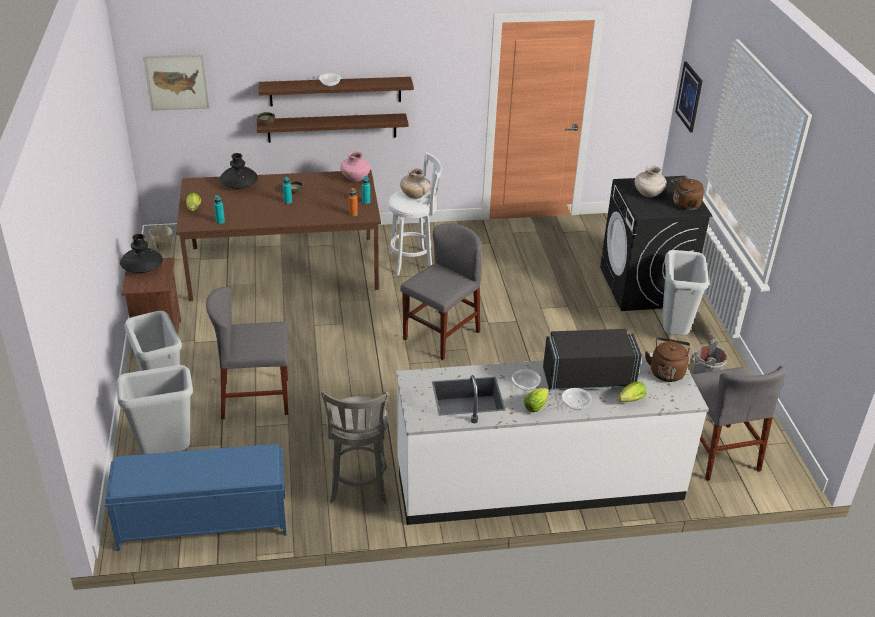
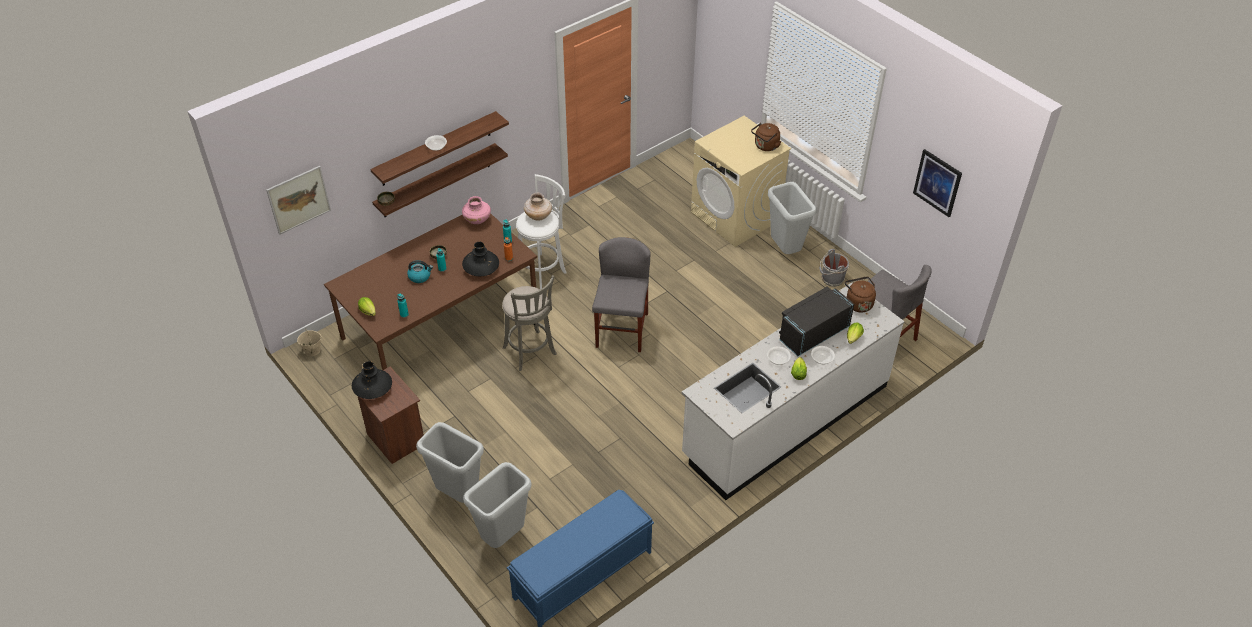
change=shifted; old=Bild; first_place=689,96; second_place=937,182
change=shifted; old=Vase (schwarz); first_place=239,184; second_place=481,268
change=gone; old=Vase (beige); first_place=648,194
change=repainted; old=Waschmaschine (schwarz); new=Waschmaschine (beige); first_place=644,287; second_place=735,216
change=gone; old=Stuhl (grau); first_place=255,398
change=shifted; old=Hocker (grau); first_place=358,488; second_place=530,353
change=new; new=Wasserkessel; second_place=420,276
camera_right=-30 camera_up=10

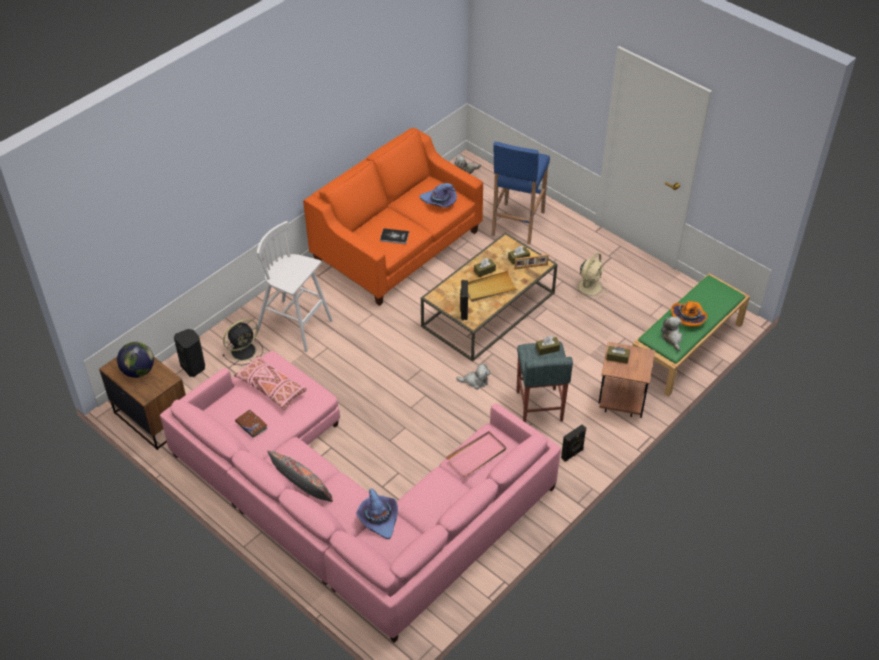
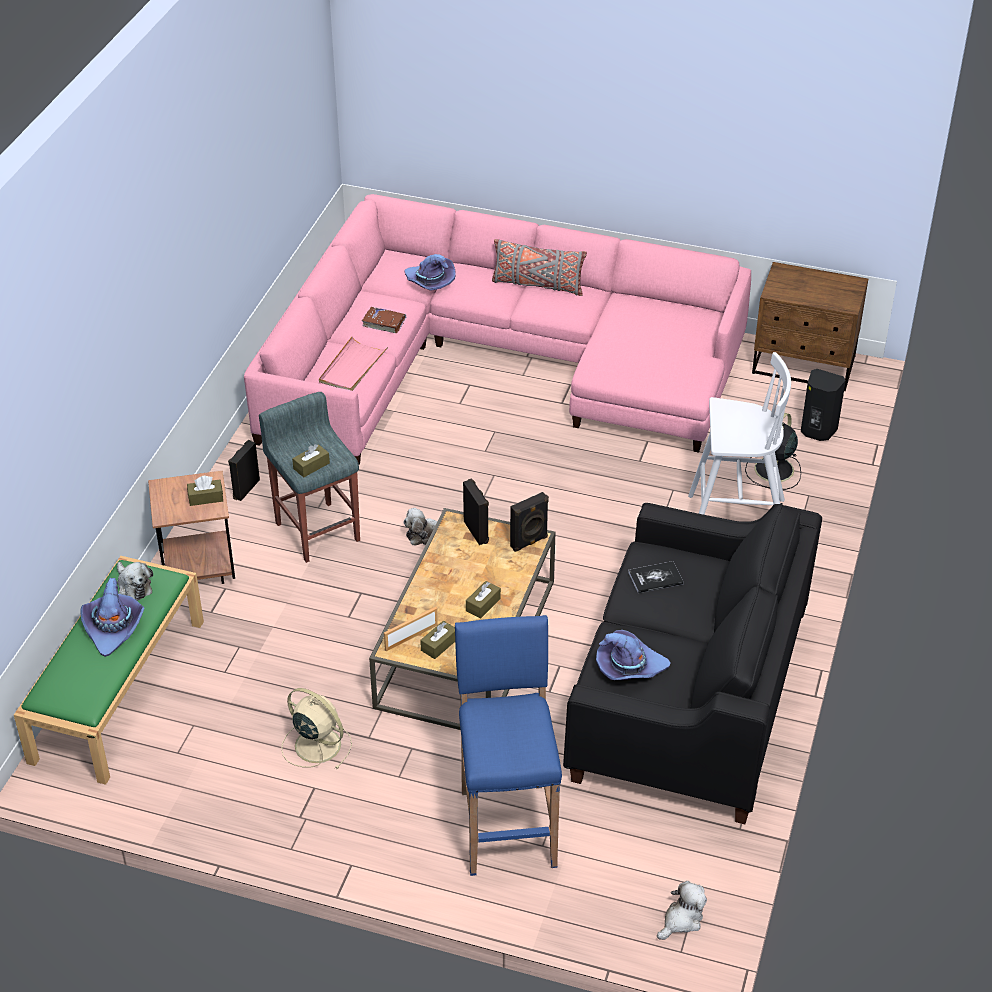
change=repainted; old=Sofa (orange); new=Sofa (schwarz); first_place=397,247; second_place=688,701
change=rotated; old=Ventilator (beige); first_place=590,286; second_place=316,744; degrees=120
change=gone; old=Tablett (beige); first_place=489,288
change=repainted; old=Hut (orange); new=Hut (lila); first_place=688,317; second_place=114,627
change=gone; old=Globus; first_place=139,371
change=gone; old=Kissen (rosa); first_place=271,388
change=shifted; old=Buch (braun); first_place=251,425; second_place=384,323
change=new; new=Lautsprecher (schwarz); second_place=529,542
camera_right=155 camera_up=-5

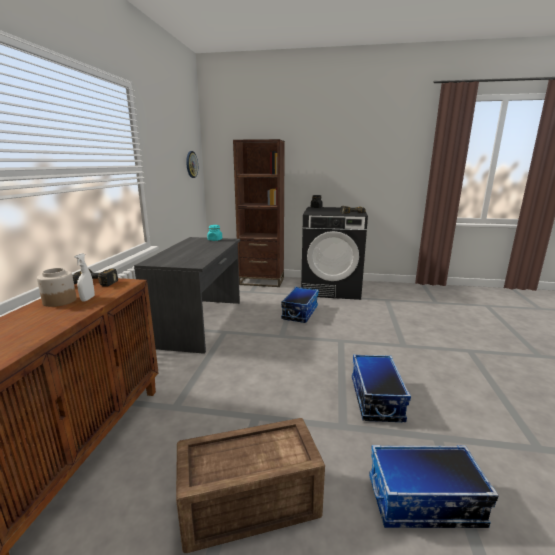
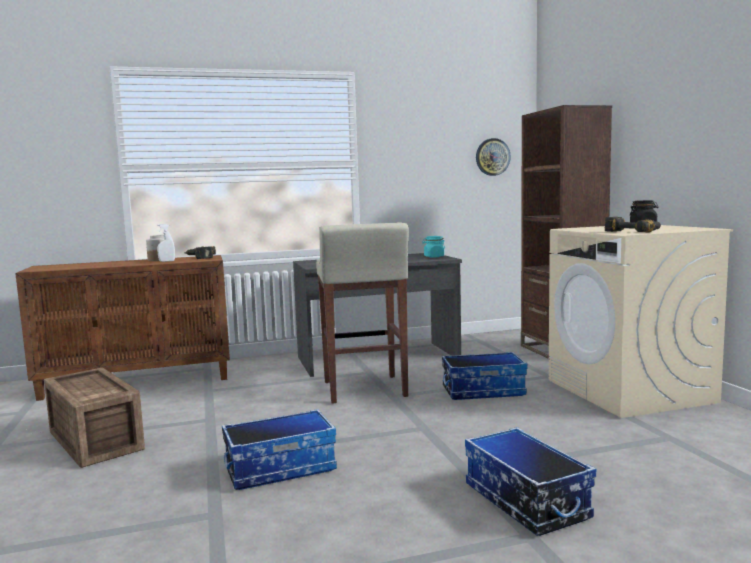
change=repainted; old=Waschmaschine (schwarz); new=Waschmaschine (beige); first_place=331,288; second_place=630,391
change=shifted; old=Aufbewahrungsbox; first_place=424,502; second_place=524,501
change=new; new=Hocker (beige); second_place=364,390
camera_right=65 camera_up=-10

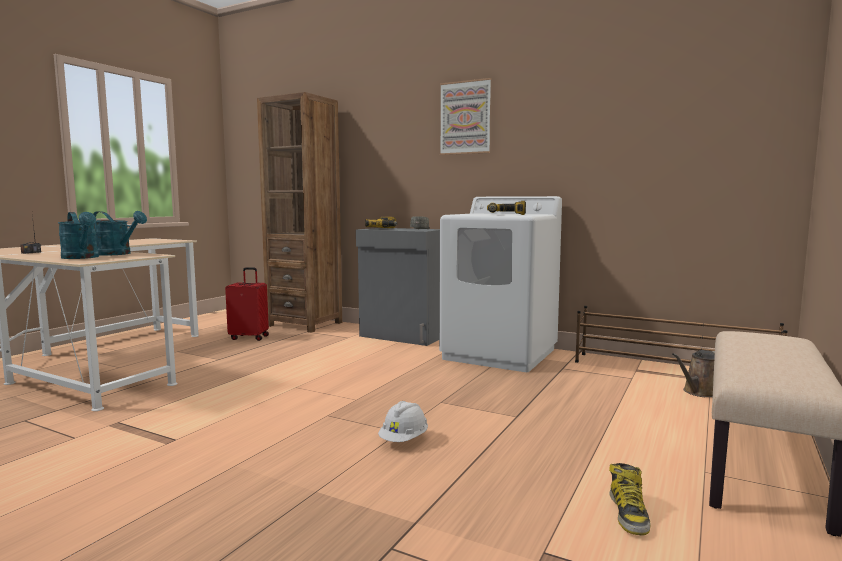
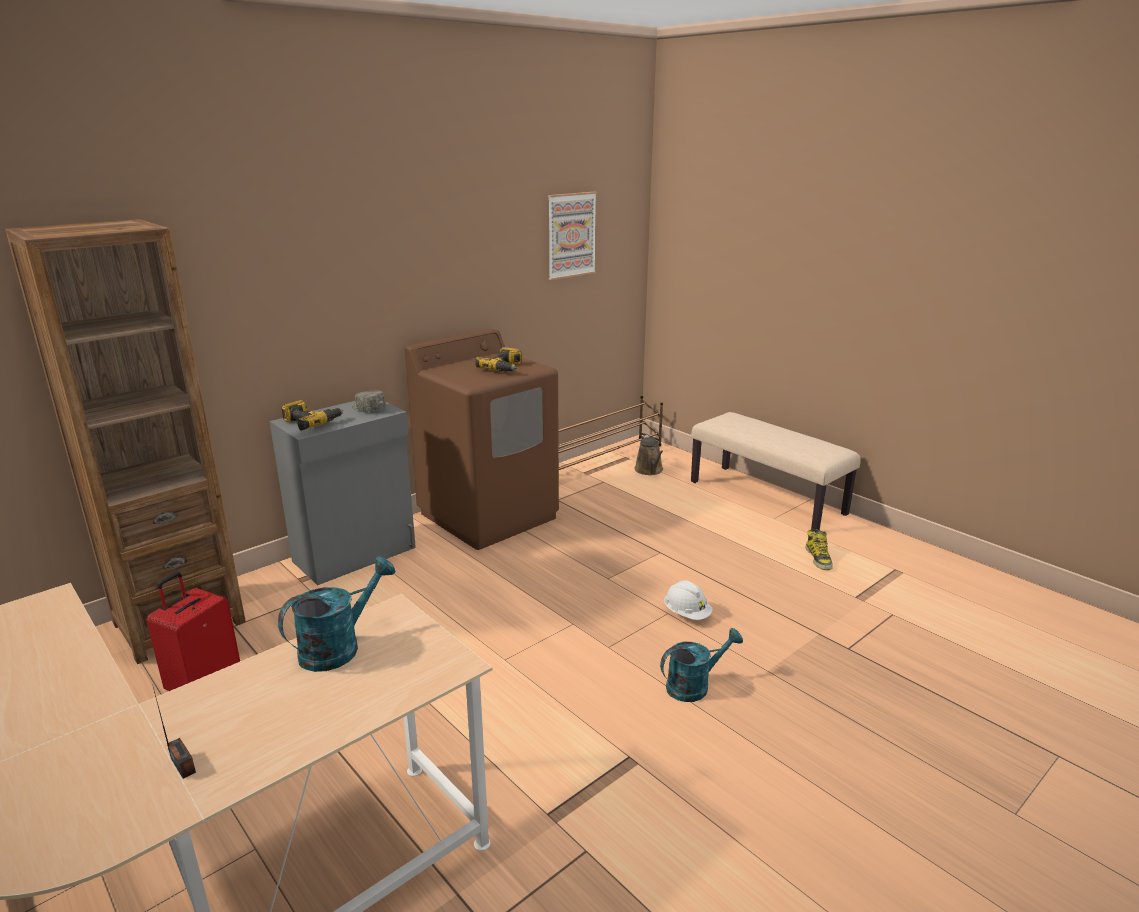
change=shifted; old=Bild; first_place=465,118; second_place=571,235
change=repainted; old=Waschmaschine (weiß); new=Waschmaschine (braun); first_place=500,354; second_place=489,515
change=shifted; old=Gießkanne (türkis); first_place=82,257; second_place=694,685
change=rotated; old=Stiefel; first_place=628,514; second_place=818,558; degrees=60
camera_right=-70 camera_up=15

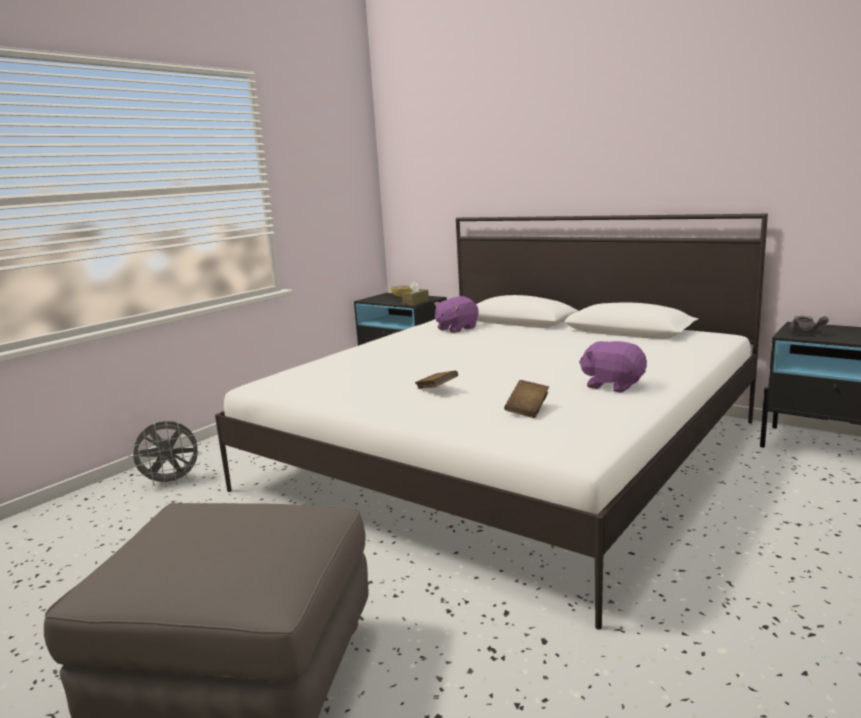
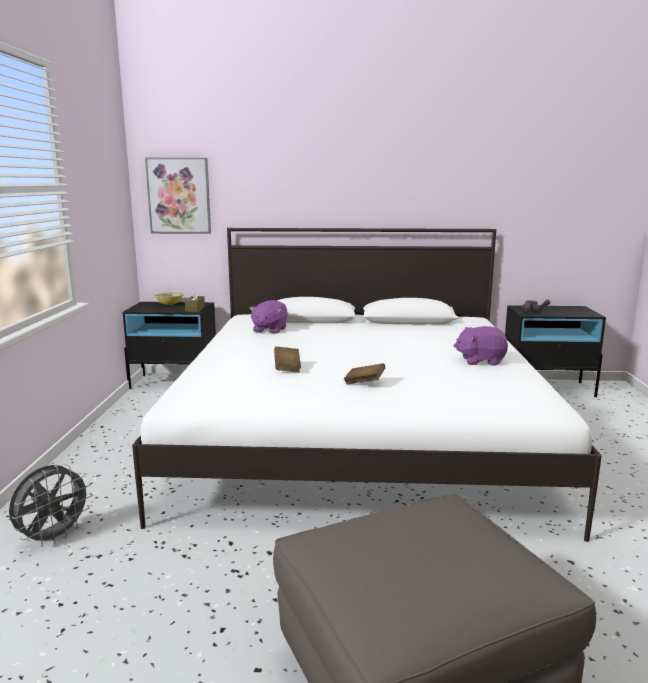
change=shifted; old=Buch (braun); first_place=527,410; second_place=287,368
change=new; new=Bild; second_place=179,196
camera_right=-35 camera_up=0

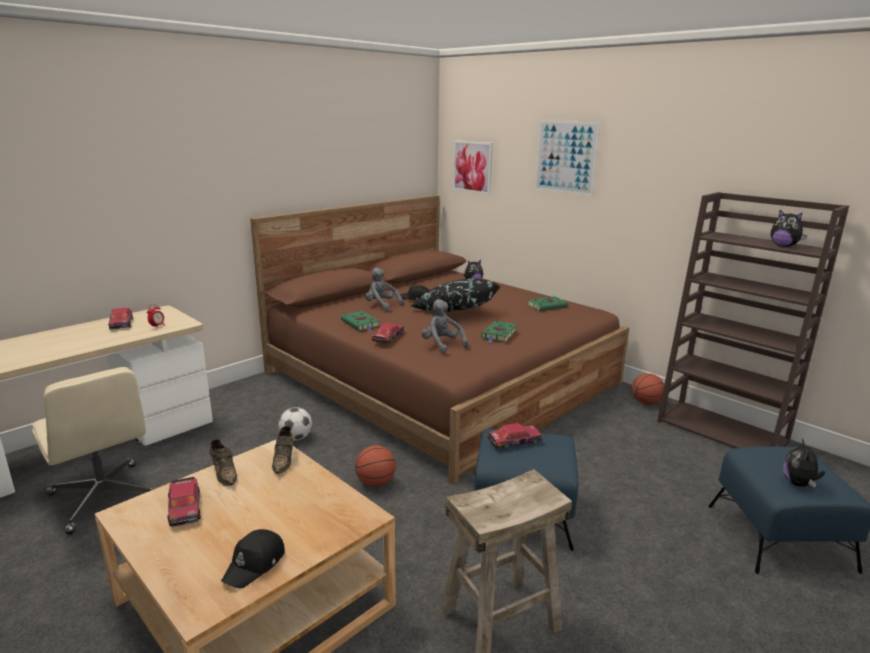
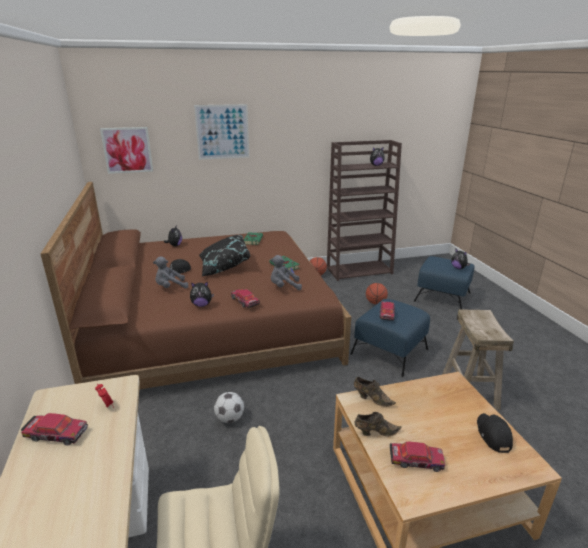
change=swapped; old=Buch (grün); new=Plüschtier; first_place=361,324; second_place=202,305
change=shifted; old=Basketball; first_place=375,483; second_place=375,303
change=rotated; old=Kappe (schwarz); first_place=255,564; second_place=492,435; degrees=-150
camera_right=-60 camera_up=5

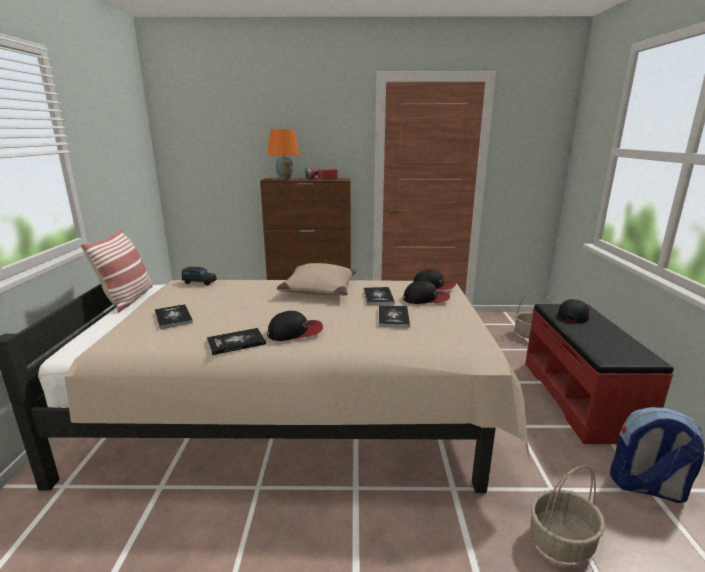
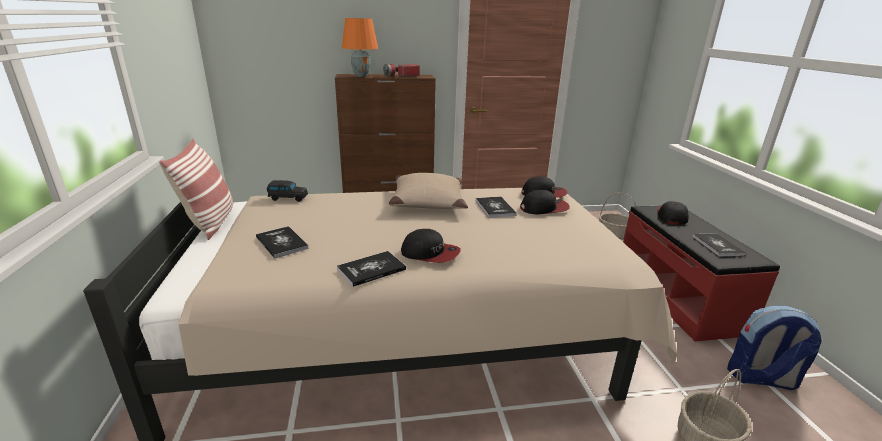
change=shifted; old=Buch; first_place=393,317; second_place=717,245
change=rotated; old=Kappe; first_place=295,332; second_place=430,253; degrees=45
camera_right=-10 camera_up=5

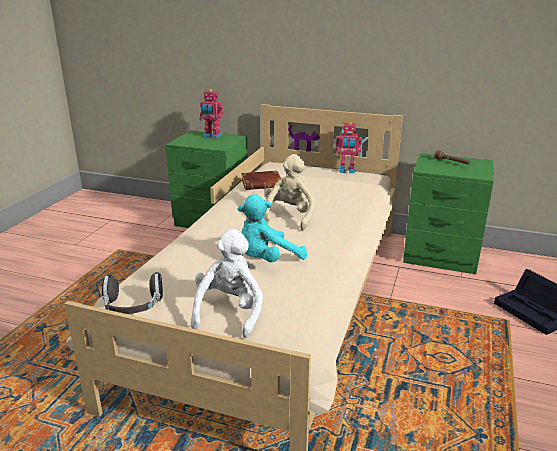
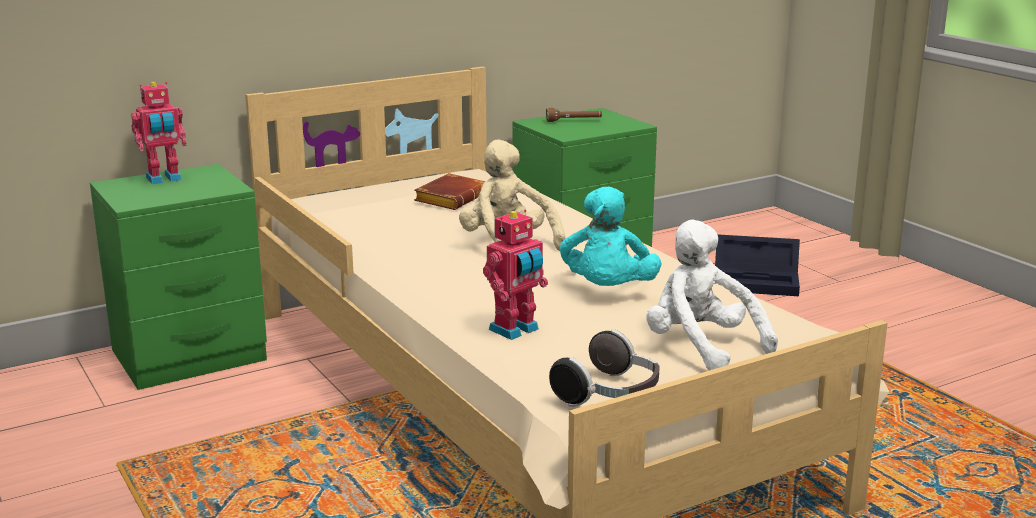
change=shifted; old=Spielzeugroboter; first_place=347,171; second_place=516,330
change=shifted; old=Buch (braun); first_place=262,184; second_place=451,198
camera_right=-50 camera_up=-5

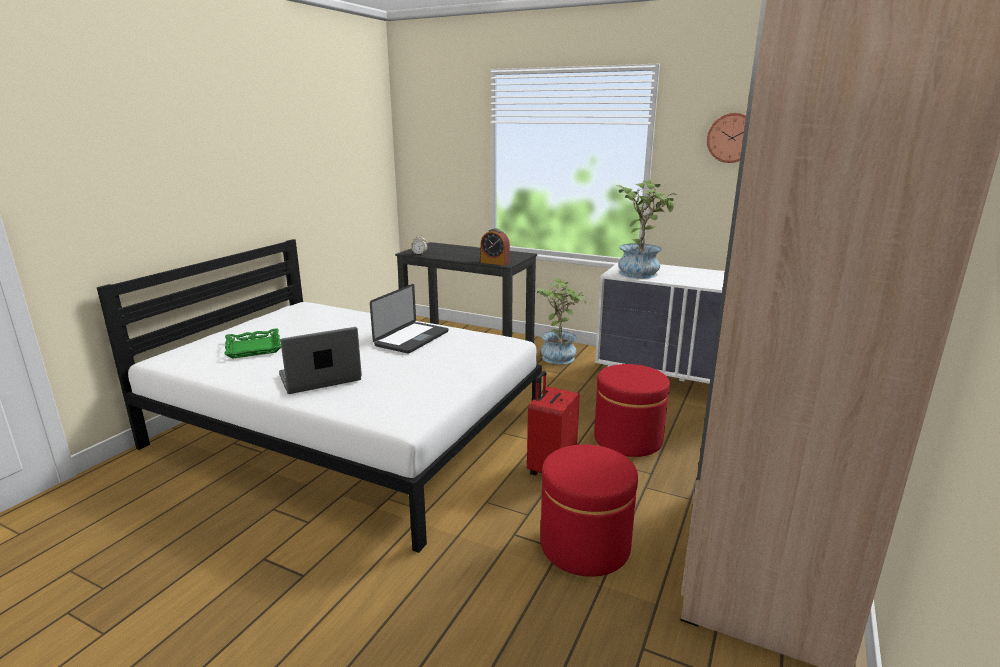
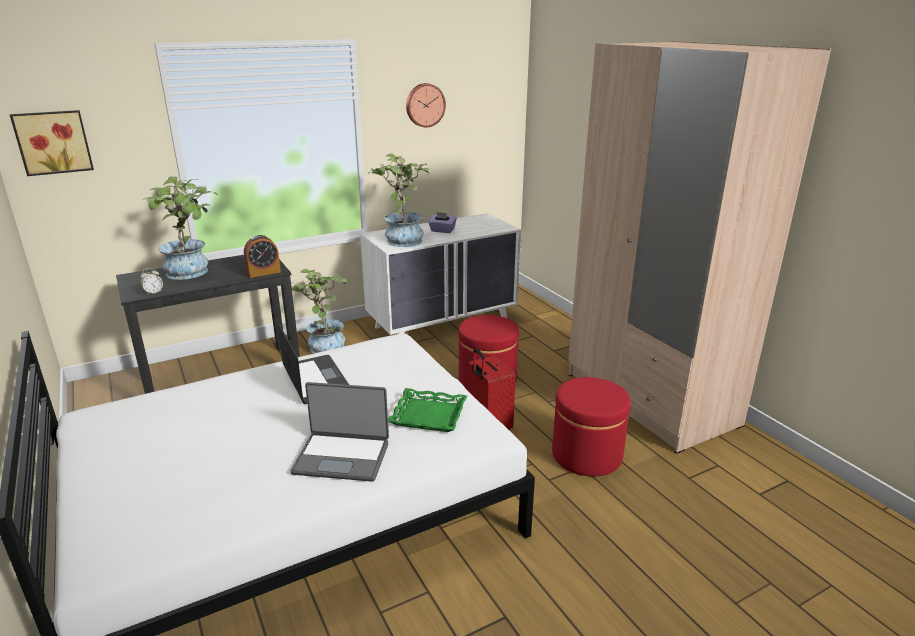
change=rotated; old=Laptop; first_place=320,378; second_place=342,457; degrees=-90
change=shifted; old=Tablett (grün); first_place=254,348; second_place=429,415
change=new; new=Bild; second_place=53,142
change=new; new=Topfpflanze; second_place=193,272
change=new; new=Taschentuchbox (lila); second_place=442,231
camera_right=-55 camera_up=5

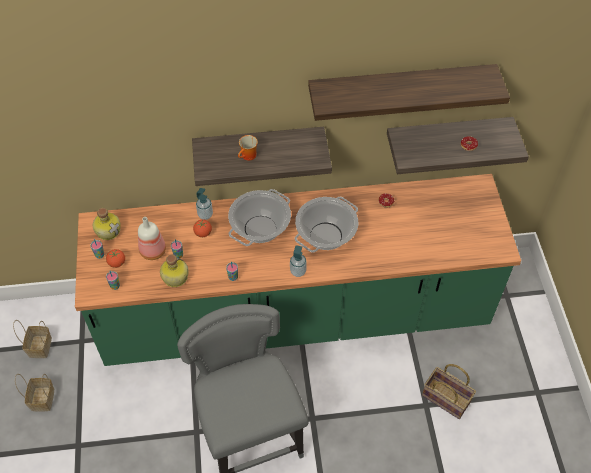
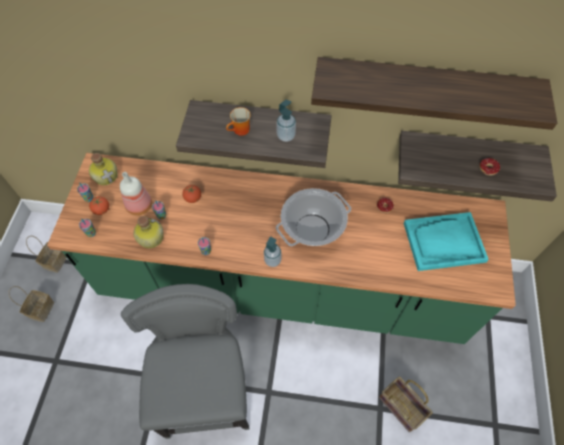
change=shifted; old=Seifenspender; first_place=205,215; second_place=286,136
change=gone; old=Kochtopf; first_place=260,229
change=new; new=Tablett (türkis); second_place=443,242
camera_right=15 camera_up=5

